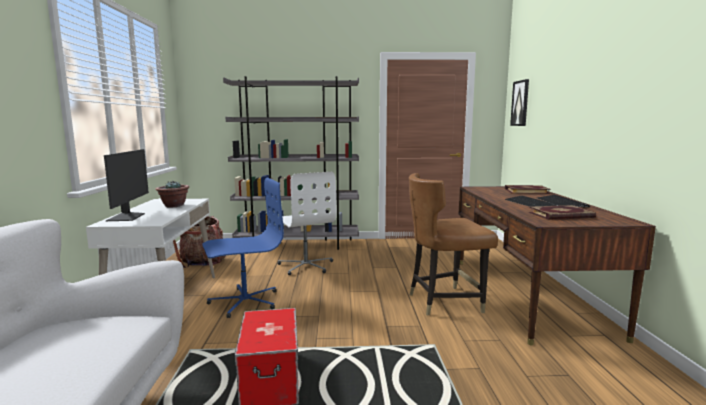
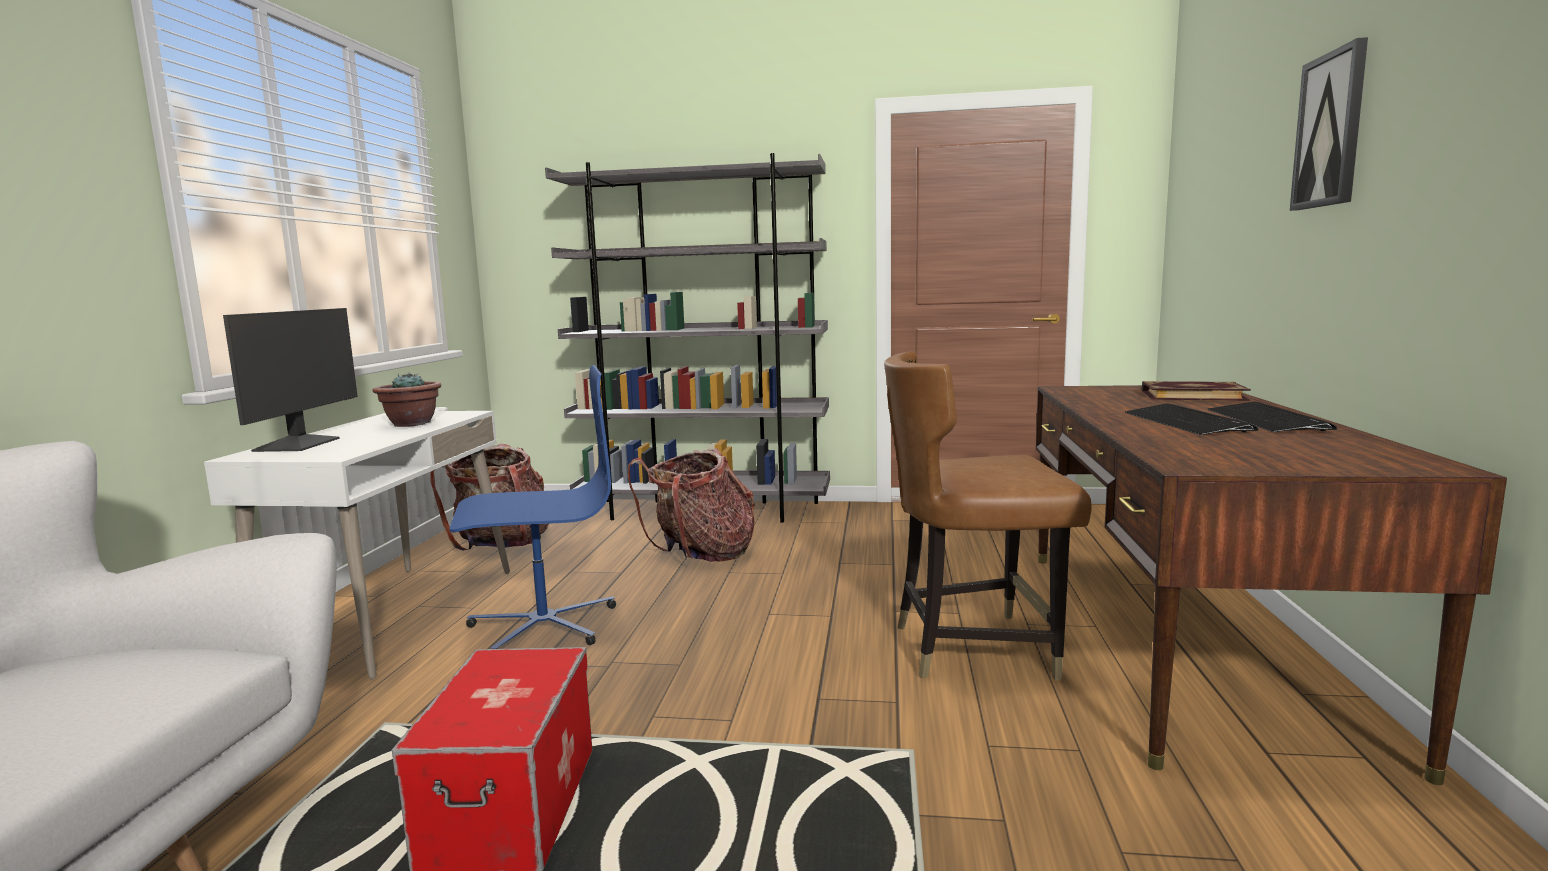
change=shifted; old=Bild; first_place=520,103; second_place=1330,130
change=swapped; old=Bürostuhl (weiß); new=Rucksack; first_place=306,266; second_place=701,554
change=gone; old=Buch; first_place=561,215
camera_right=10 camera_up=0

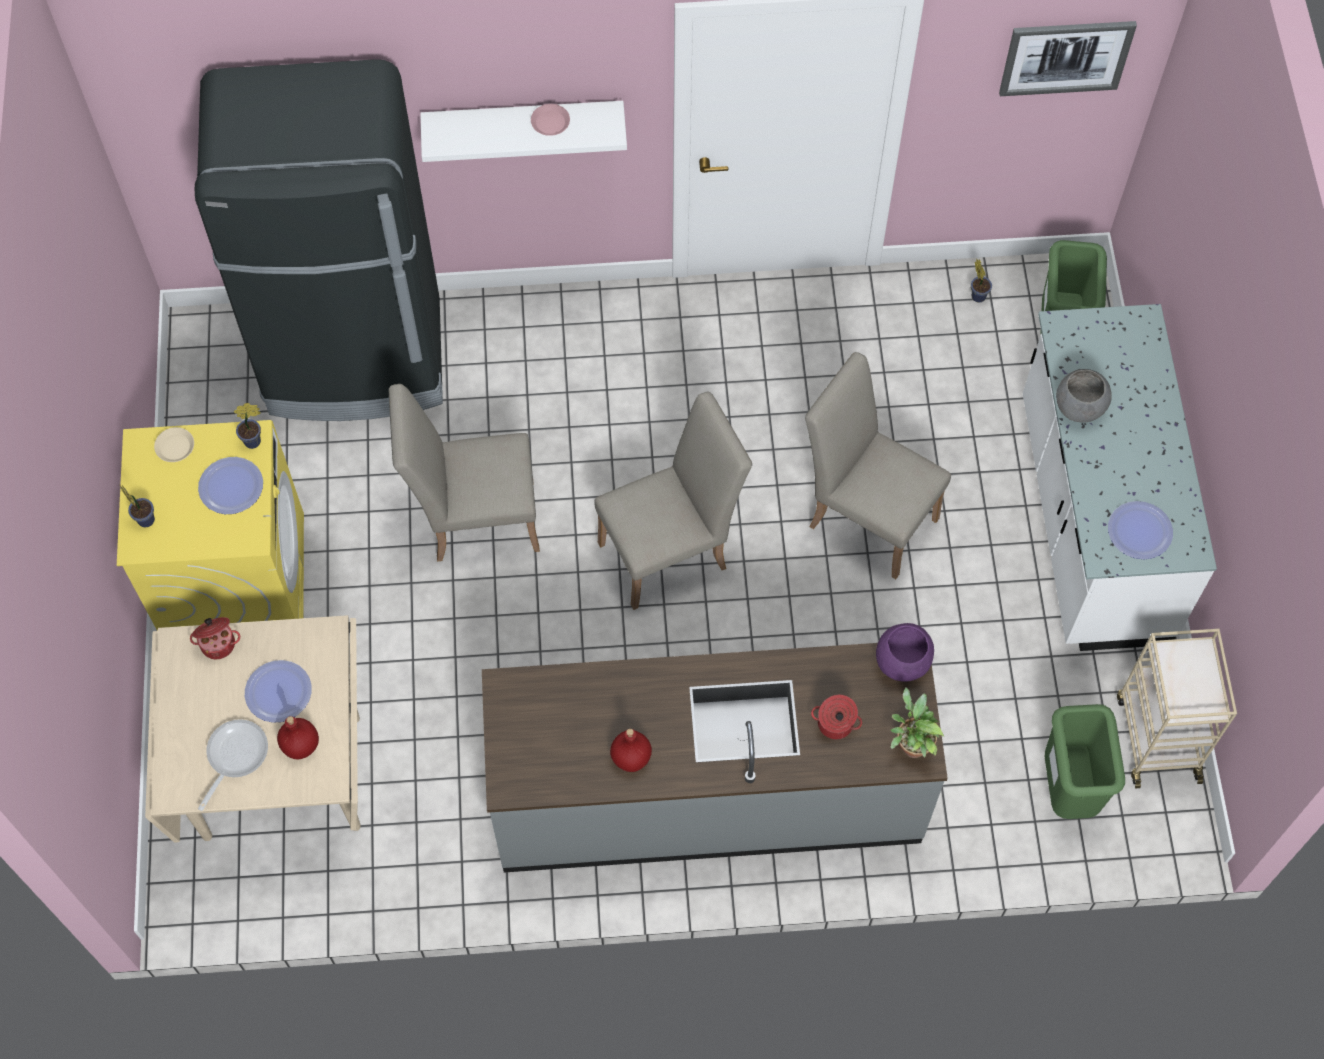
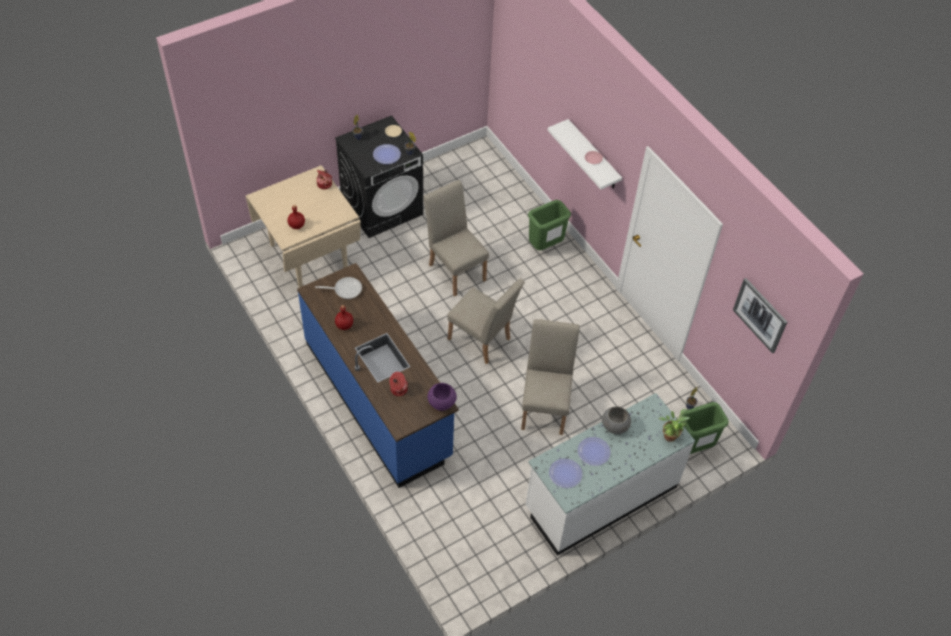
change=gone; old=Kühlschrank (schwarz); first_place=356,359
change=repainted; old=Waschmaschine (gelb); new=Waschmaschine (schwarz); first_place=236,580; second_place=382,207
change=gone; old=Rollwagen (beige); first_place=1157,736
change=repainted; old=Küchenzeile (grau); new=Küchenzeile (blau); first_place=707,793; second_place=378,399
change=shifted; old=Teller; first_place=278,692; second_place=593,451
change=shifted; old=Topfpflanze; first_place=911,744; second_place=670,435
change=shifted; old=Mülleimer (grün); first_place=1069,789; second_place=545,246
change=shifted; old=Pfanne; first_place=234,756; second_place=345,289
camera_right=60 camera_up=-10

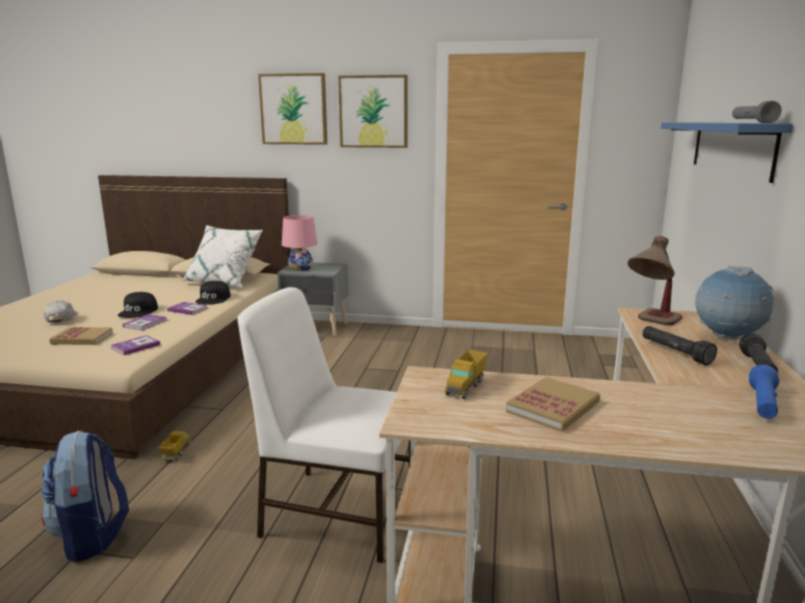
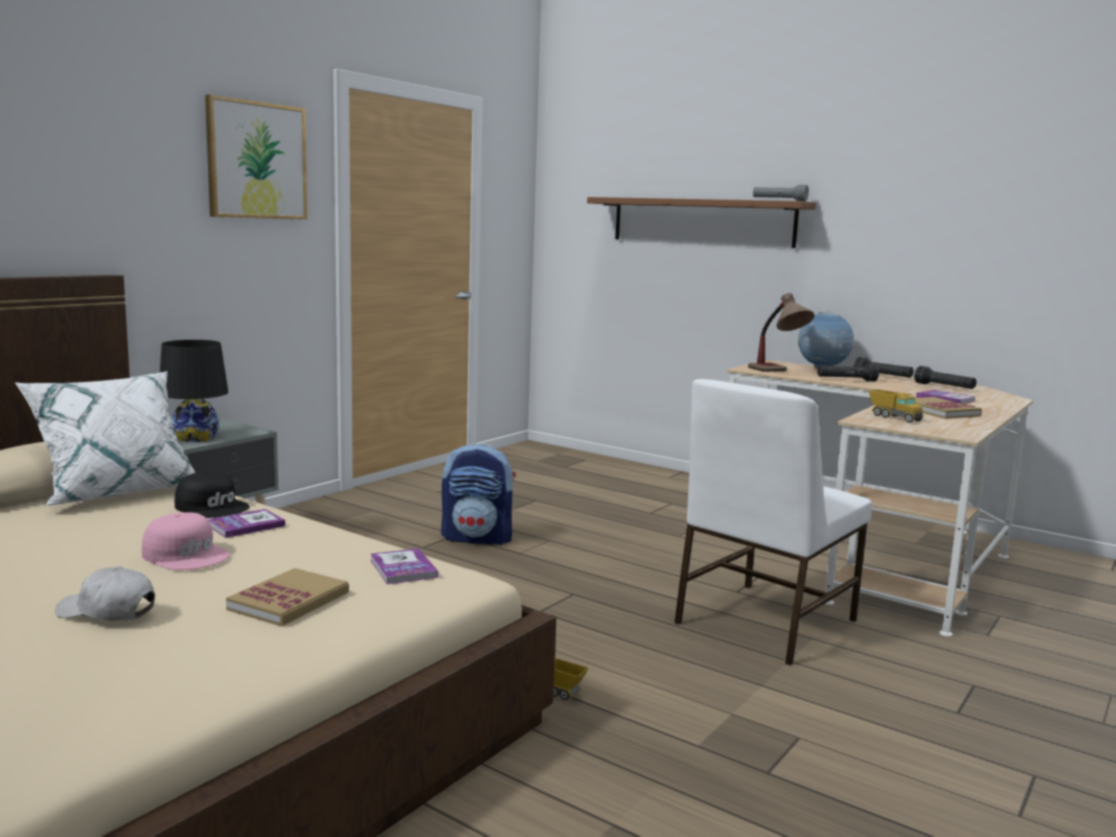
change=gone; old=Bild; first_place=293,109
change=repainted; old=Wandregal (blau); new=Wandregal (braun); first_place=730,147; second_place=702,221
change=repainted; old=Tischlampe (rosa); new=Tischlampe (schwarz); first_place=301,268; second_place=196,438
change=repainted; old=Kappe (schwarz); new=Kappe (rosa); first_place=139,311; second_place=186,555
change=shifted; old=Buch; first_place=145,323; second_place=945,399
change=repainted; old=Taschenlampe (blau); new=Taschenlampe (schwarz); first_place=762,404; second_place=944,387
change=shifted; old=Rucksack; first_place=92,536; second_place=478,538
camera_right=-65 camera_up=-5

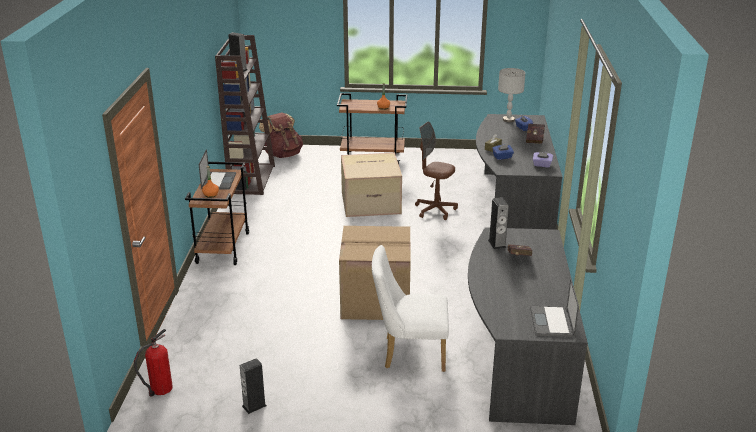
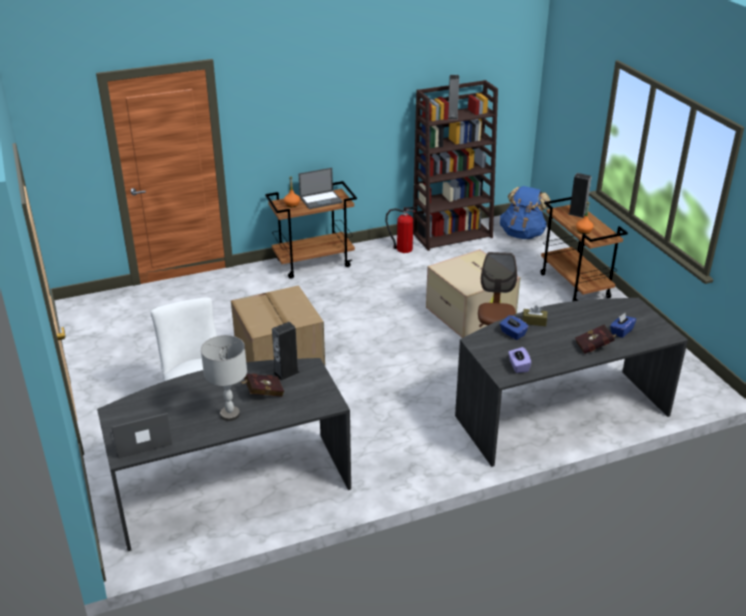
change=shifted; old=Tischlampe (grau); first_place=508,120; second_place=230,415
change=repainted; old=Rucksack (braun); new=Rucksack (blau); first_place=283,154; second_place=522,234
change=shifted; old=Feuerlöscher; first_place=160,389; second_place=402,249
change=shifted; old=Lautsprecher; first_place=254,406; second_place=577,214
camera_right=65 camera_up=5

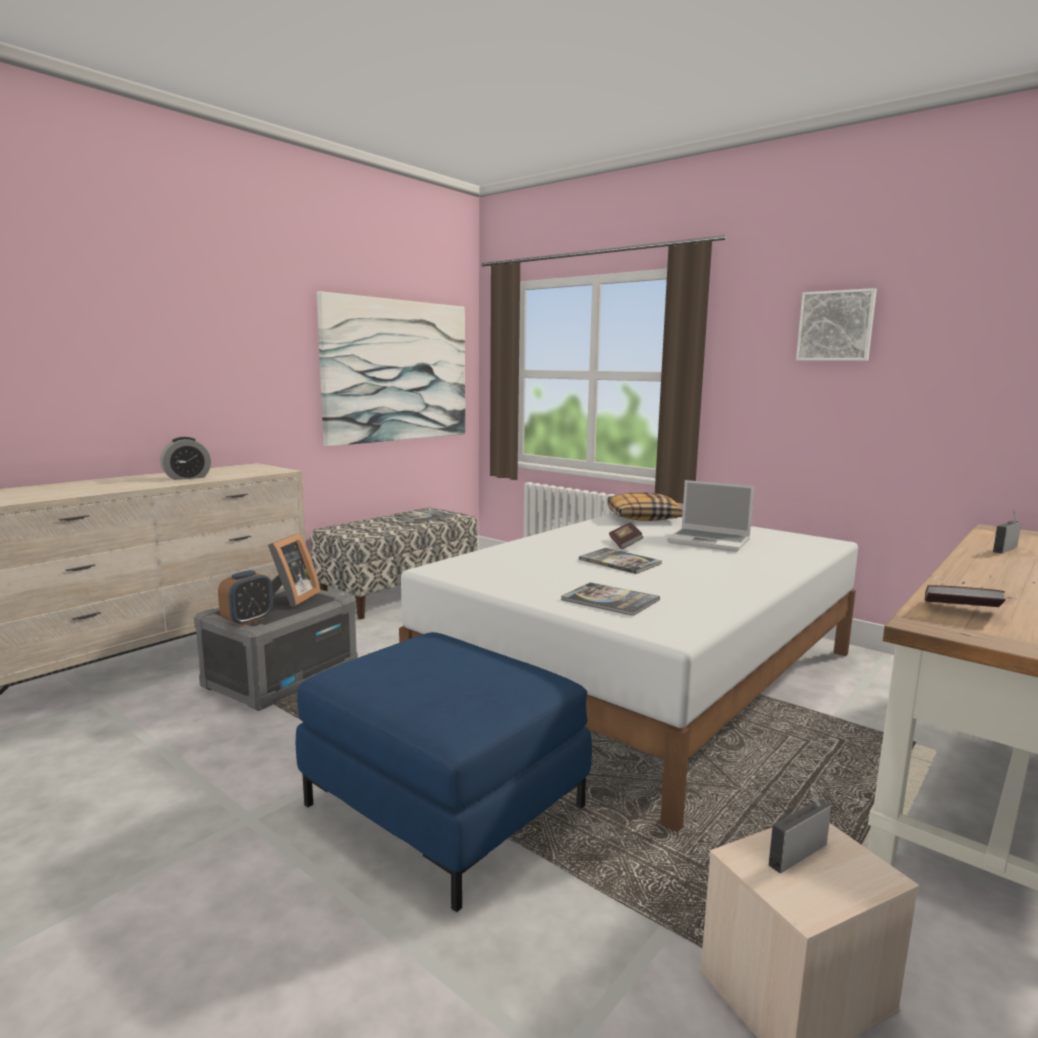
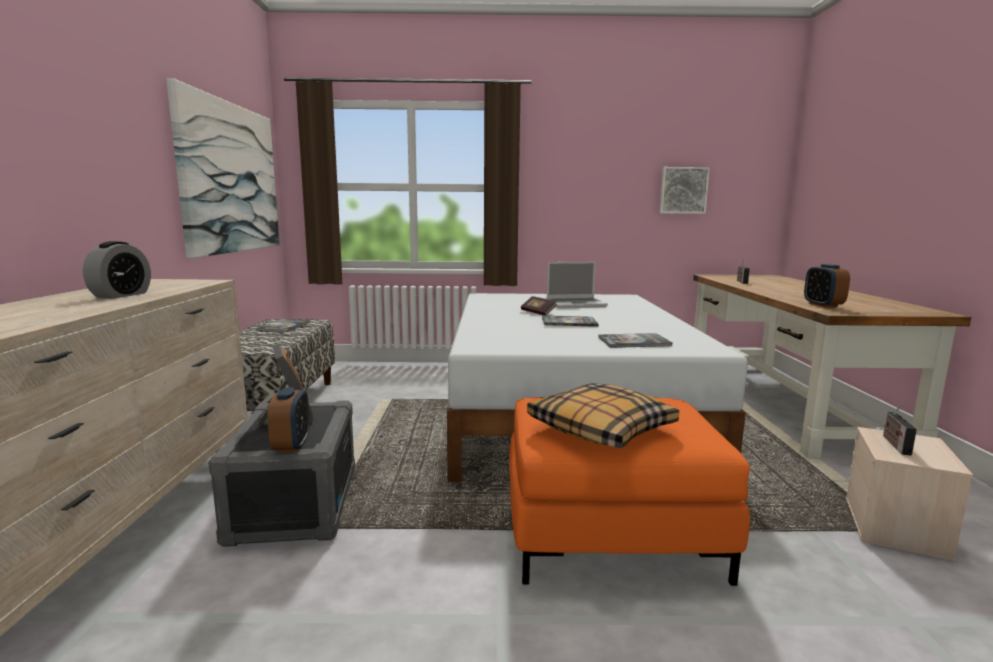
change=shifted; old=Bild; first_place=836,326; second_place=683,190
change=shifted; old=Kissen; first_place=642,517; second_place=600,429
change=swapped; old=Buch; new=Wecker; first_place=961,610; second_place=823,305
change=repainted; old=Polsterhocker (blau); new=Polsterhocker (orange); first_place=445,805; second_place=610,532
camera_right=-40 camera_up=0

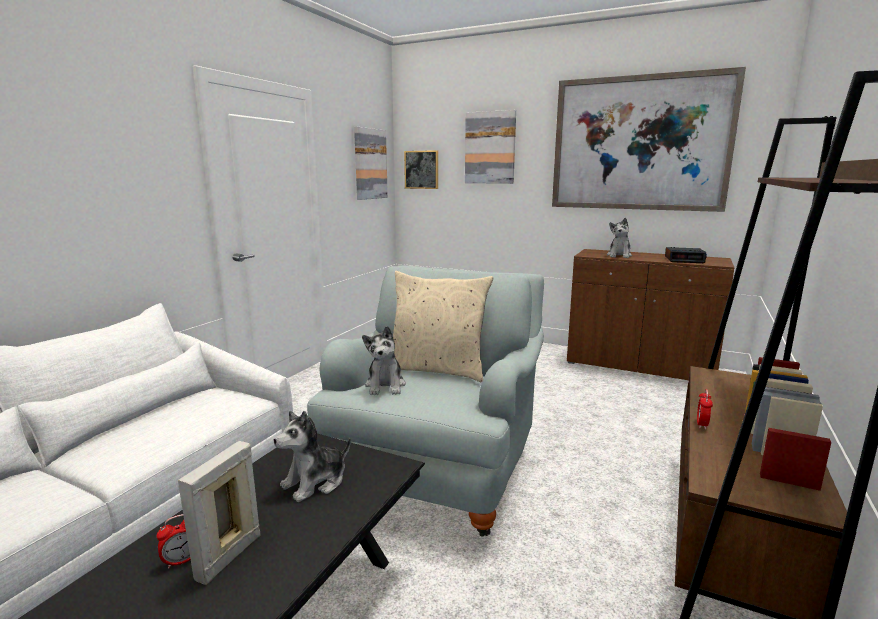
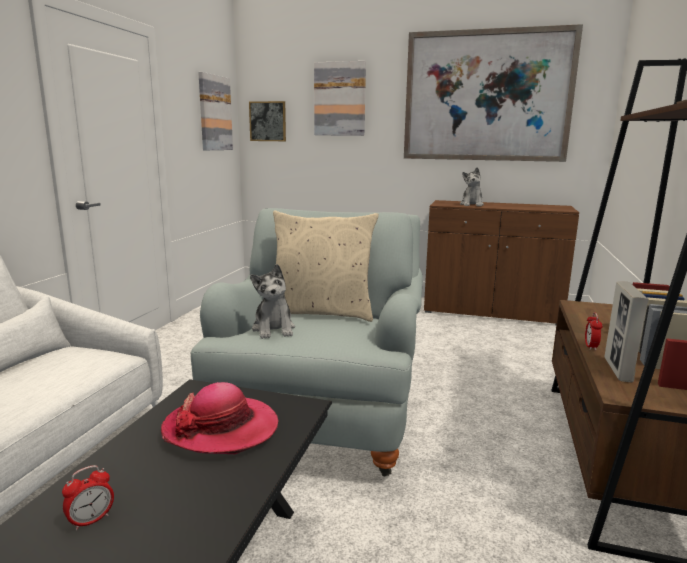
change=gone; old=Wecker; first_place=684,260
change=swapped; old=Plüschtier; new=Hut; first_place=315,482; second_place=221,428
change=shifted; old=Bilderrahmen; first_place=228,557; second_place=618,370
camera_right=-10 camera_up=0

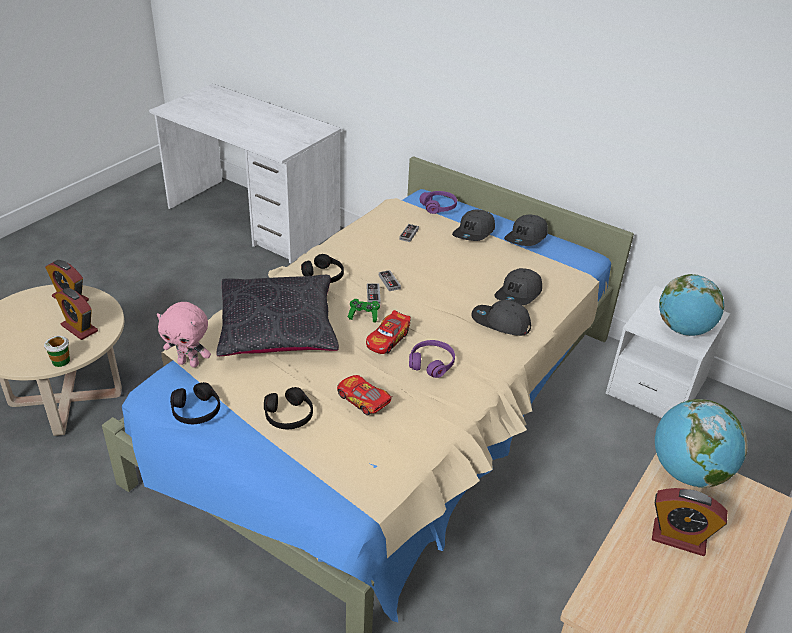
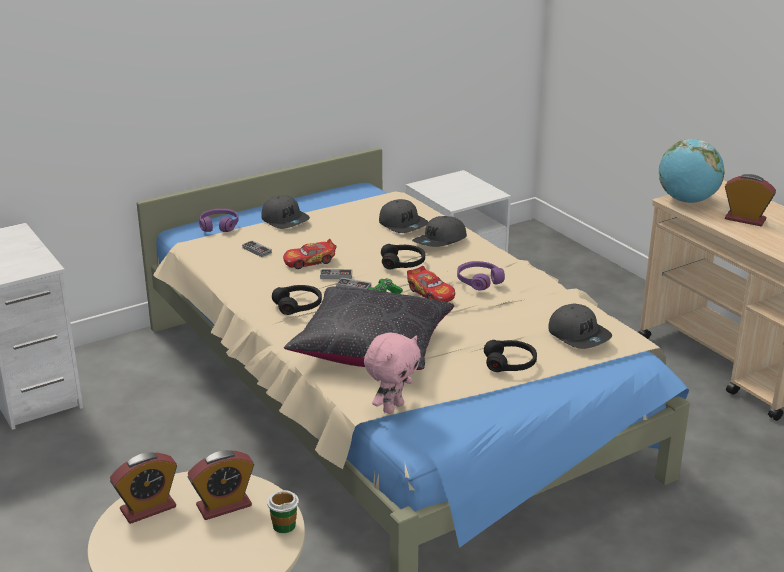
change=shifted; old=Kappe (grau); first_place=526,238; second_place=579,335
change=gone; old=Globus; first_place=683,329
change=shifted; old=Spielzeugauto; first_place=363,400; second_place=309,261
change=shifted; old=Kopfhörer (schwarz); first_place=196,411; second_place=403,263
change=rotated; old=Wecker; first_place=678,538; second_place=745,219; degrees=-105
camera_right=-65 camera_up=-10

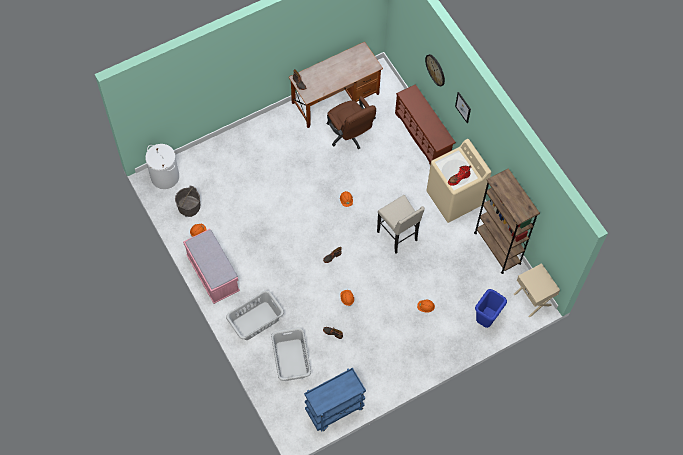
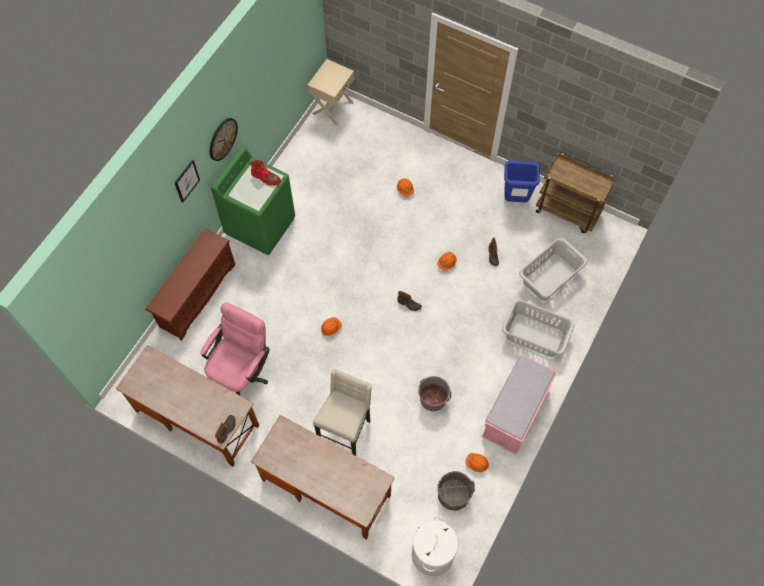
change=shifted; old=Wanduhr; first_place=435,70; second_place=222,139
change=repainted; old=Bürostuhl (braun); new=Bürostuhl (rosa); first_place=349,135; second_place=242,373
change=repainted; old=Waschmaschine (beige); new=Waschmaschine (grün); first_place=454,198; second_place=260,225
change=gone; old=Bücherregal (braun); first_place=497,248
change=shifted; old=Hocker (beige); first_place=398,236; second_place=346,431
change=shifted; old=Mülleimer (blau); first_place=486,319; second_place=515,199
change=repainted; old=Rollwagen (blau); new=Rollwagen (braun); first_place=334,410; second_place=568,211
change=new; new=Eimer (grau); second_place=433,399
change=new; new=Schreibtisch; second_place=325,488
camera_right=-120 camera_up=0

